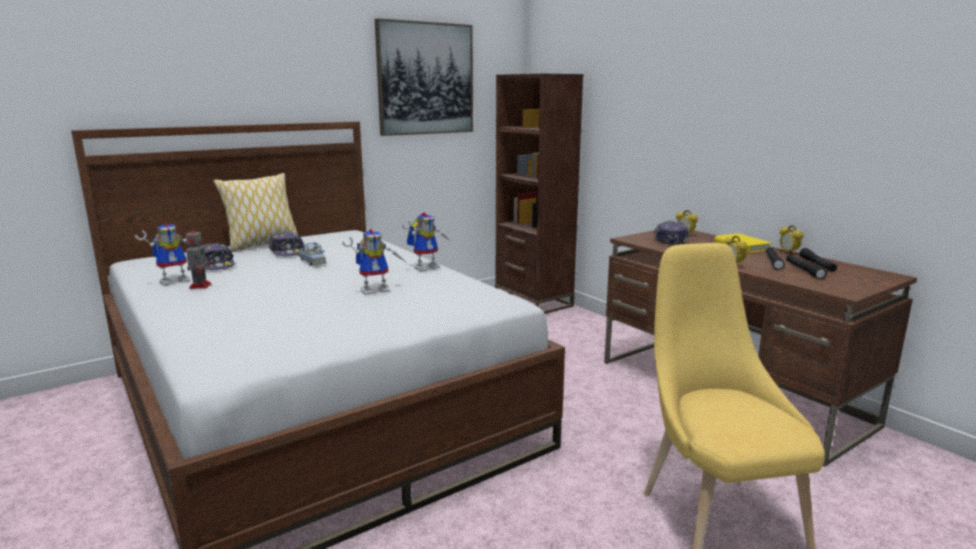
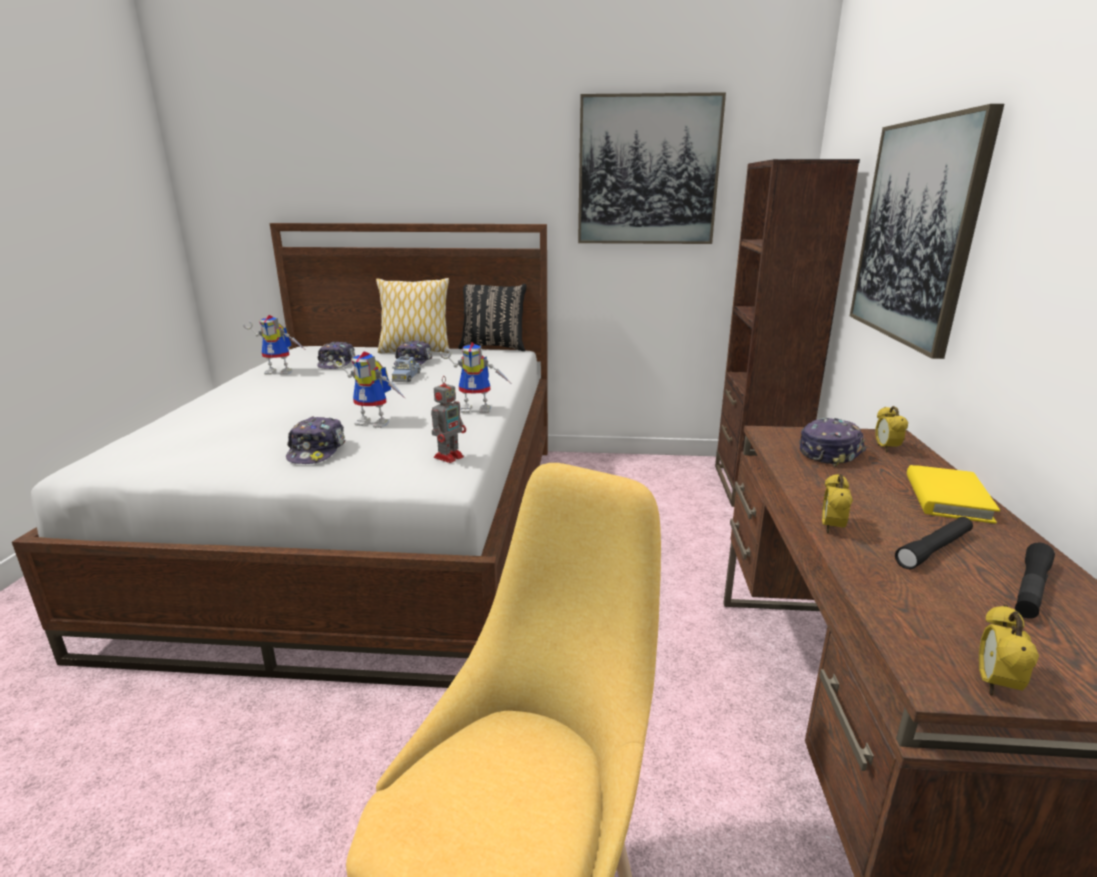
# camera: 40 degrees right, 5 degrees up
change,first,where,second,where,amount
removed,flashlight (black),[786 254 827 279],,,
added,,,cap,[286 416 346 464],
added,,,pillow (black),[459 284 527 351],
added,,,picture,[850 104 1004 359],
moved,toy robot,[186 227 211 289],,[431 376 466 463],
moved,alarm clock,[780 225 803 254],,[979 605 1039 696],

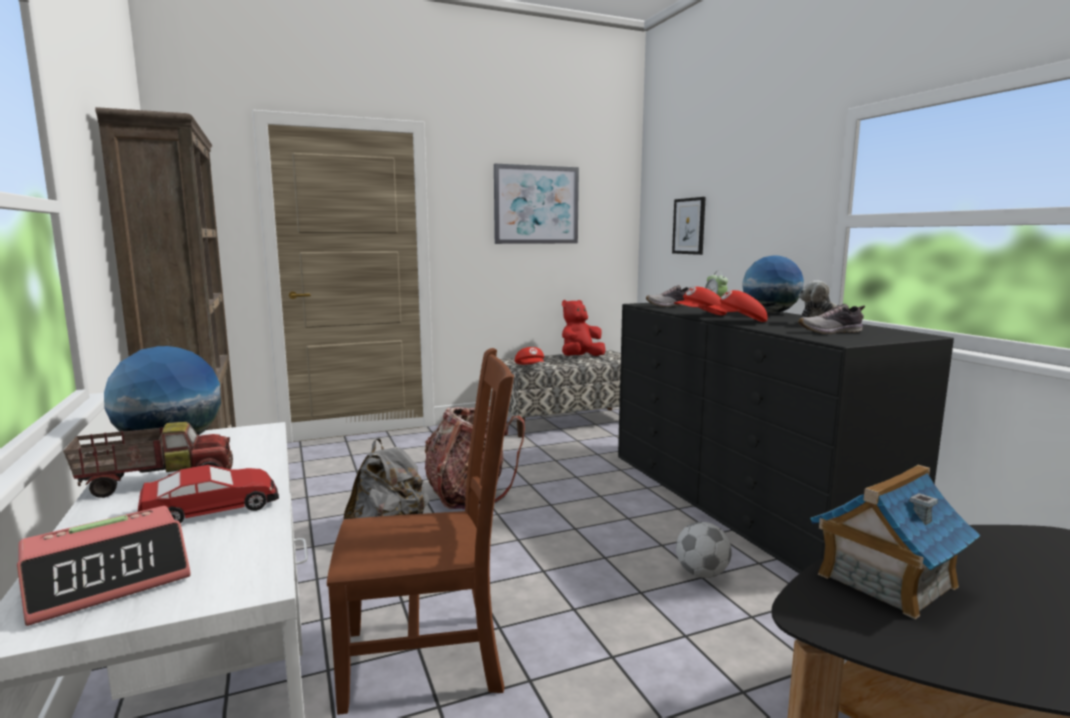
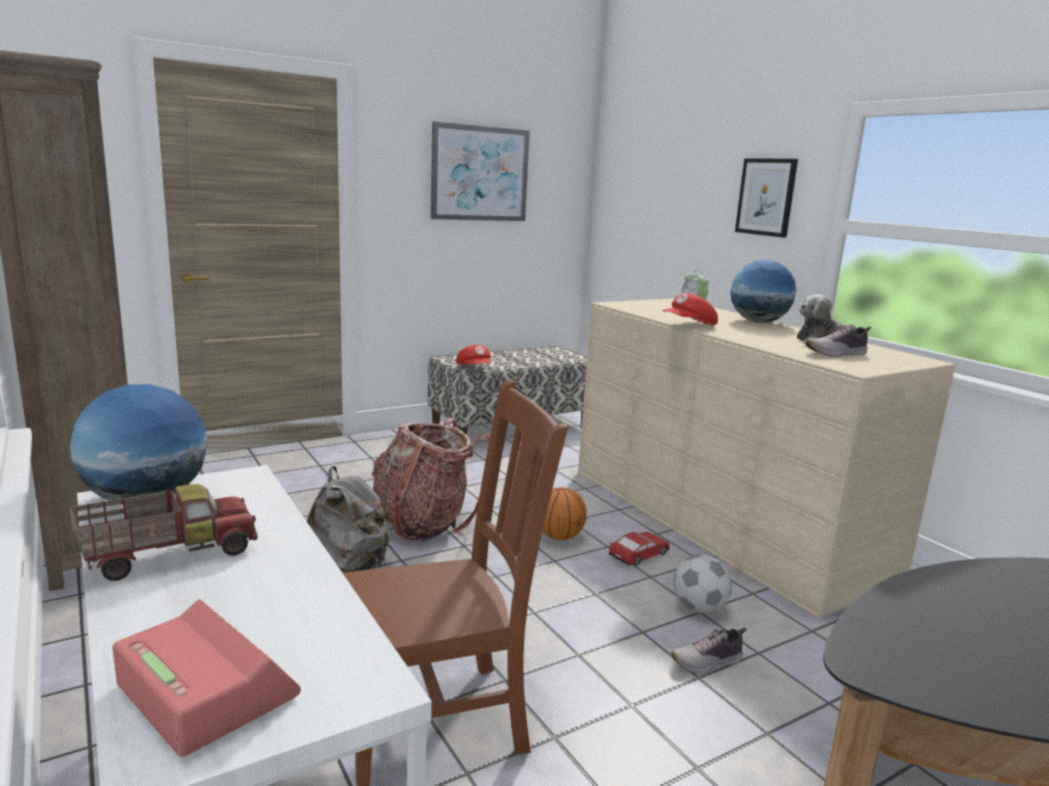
# camera: 10 degrees left, 5 degrees up
change,first,where,second,where,amount
removed,plush toy (red),[562 300 606 356],,,
removed,cap (red),[708 290 767 322],,,
removed,toy house,[810 465 981 619],,,
added,,,basketball,[542 487 587 540],
moved,toy car,[138 465 279 524],,[609 532 670 566],
moved,shoe,[646 285 691 307],,[671 627 746 674],
moved,picture,[672 197 706 255],,[735 158 798 238],
recoloured,dresser (black),[618 303 954 574],dresser (beige),[578 298 956 618],
turned,alarm clock,[17 506 191 626],,[112 599 301 757],90 degrees counterclockwise

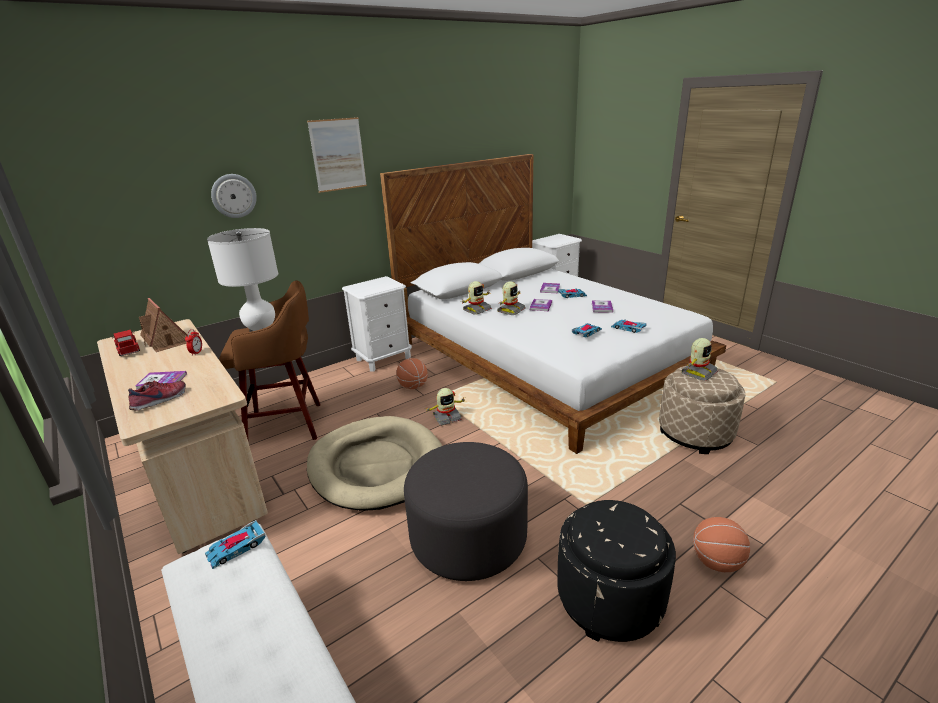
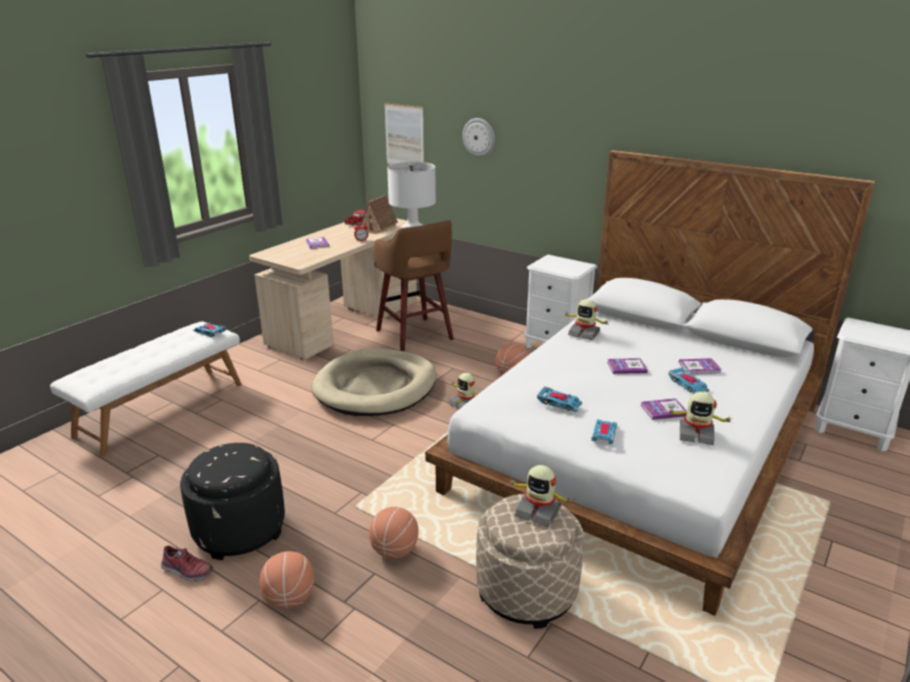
# camera: 70 degrees right, 0 degrees up
change,first,where,second,where,amount
removed,ottoman (grey),[404 442 528 581],,,
added,,,basketball,[369 507 418 559],
moved,shoe,[128 380 186 410],,[161 545 213 582],
moved,picture,[307 117 367 193],,[384 103 424 164],
moved,toy robot,[497 281 526 315],,[666 392 734 446],

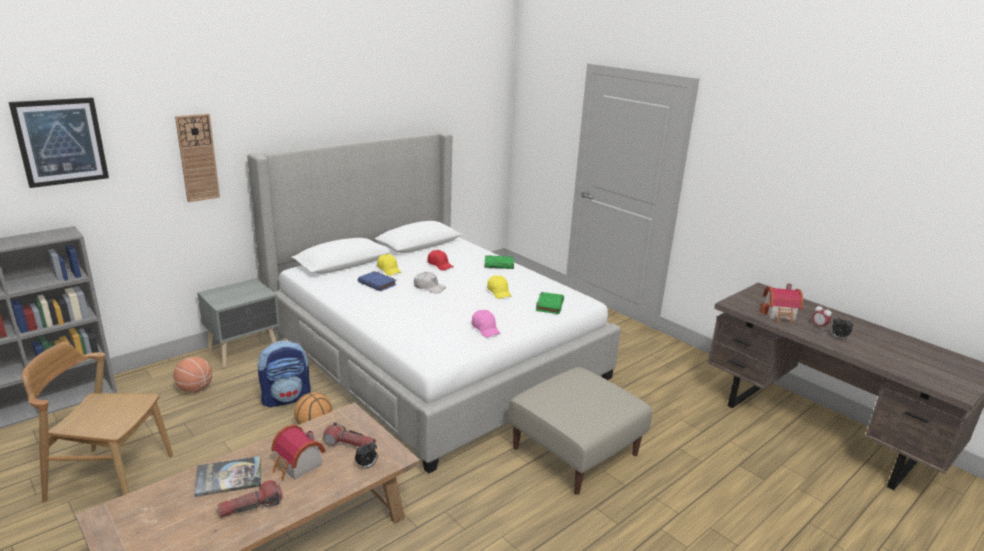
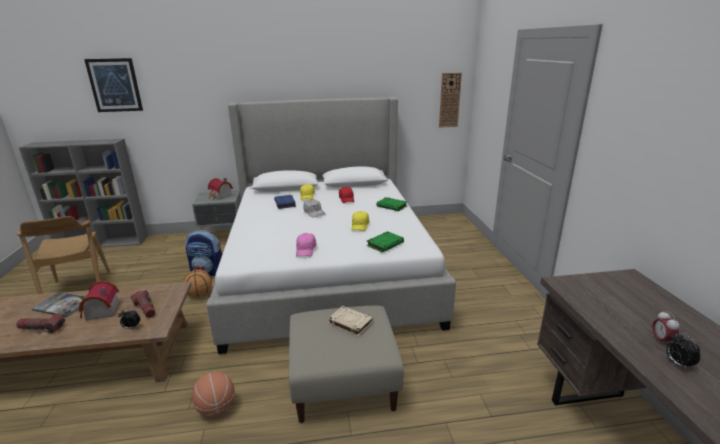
# camera: 35 degrees right, 0 degrees up
change,first,where,second,where,amount
added,,,book (beige),[328 306 373 337],
moved,basketball,[173 357 212 393],,[192 372 235 417],
moved,wall clock,[175 114 220 202],,[439 73 462 128],
moved,toy house,[760 283 803 323],,[208 178 233 200],
turned,chair (brown),[21 342 173 502],,[16 216 110 295],150 degrees counterclockwise

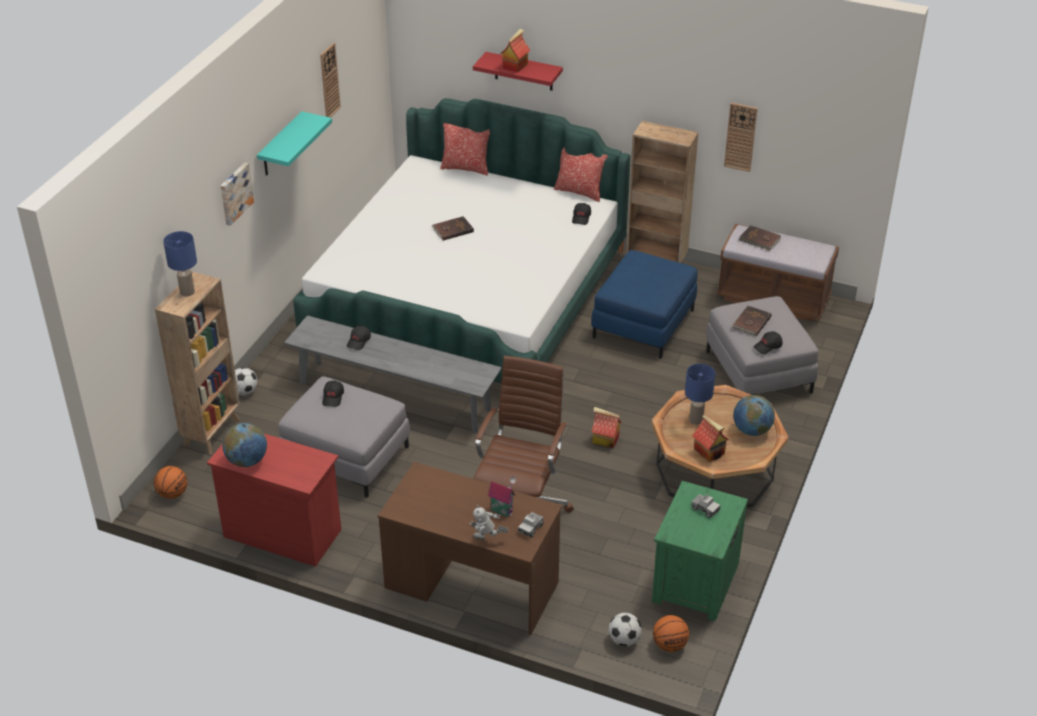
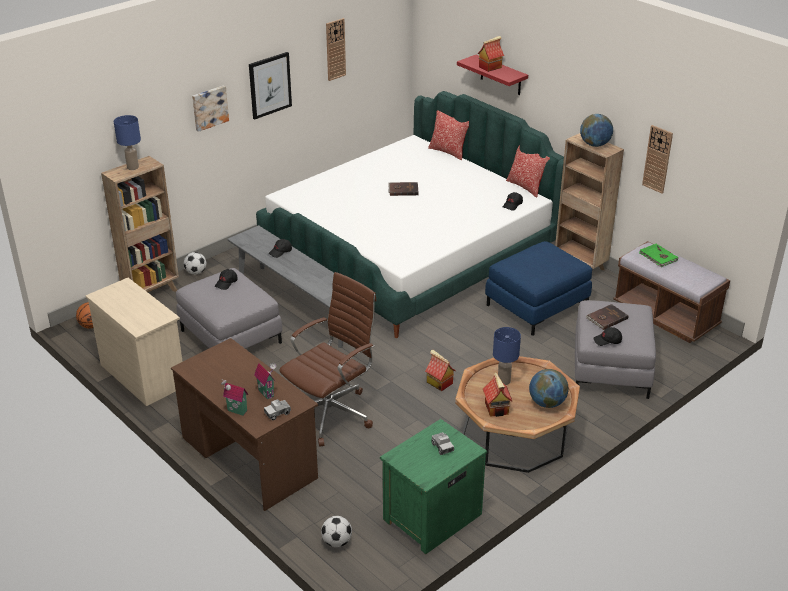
# camera: 25 degrees right, 5 degrees down
change,first,where,second,where,amount
removed,basketball,[653 615 689 652],,,
moved,globe,[222 423 267 467],,[580 114 613 147],
replaced,shelf (turquoise),[257 111 332 176],picture,[249 52 292 119],
replaced,toy robot,[469 505 508 540],toy house,[221 379 248 416],
recoloured,dresser (red),[207 434 341 567],dresser (beige),[86 278 183 406],
recoloured,book (brown),[739 225 781 251],book (green),[639 244 678 267],

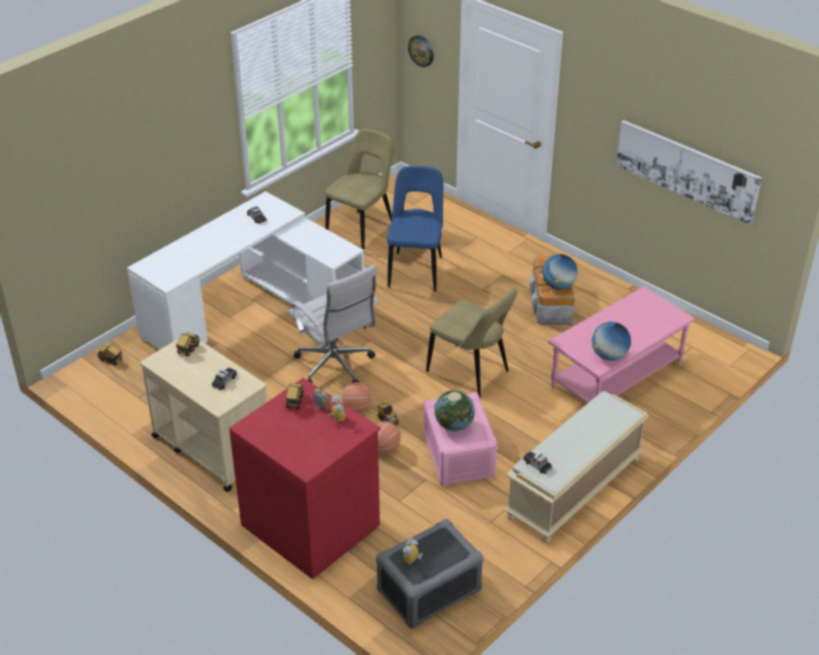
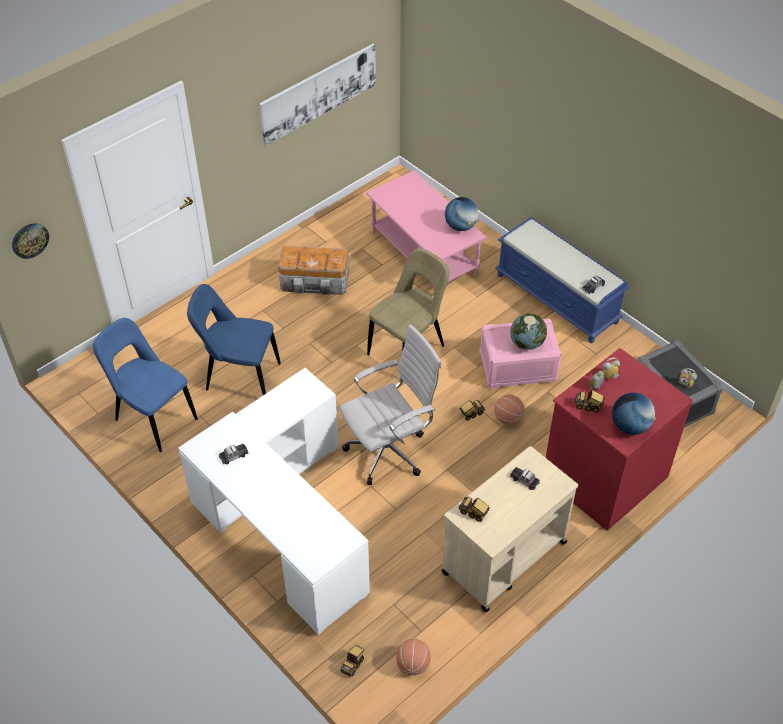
# camera: 85 degrees left, 10 degrees up
change,first,where,second,where,amount
moved,basketball,[341 382 372 413],,[396 639 431 675],
moved,globe,[542 254 578 290],,[612 393 656 435],
recoloured,chair (beige),[325 129 394 250],chair (blue),[93 318 198 452],
recoloured,bench (beige),[504 391 649 543],bench (blue),[495 217 630 343],

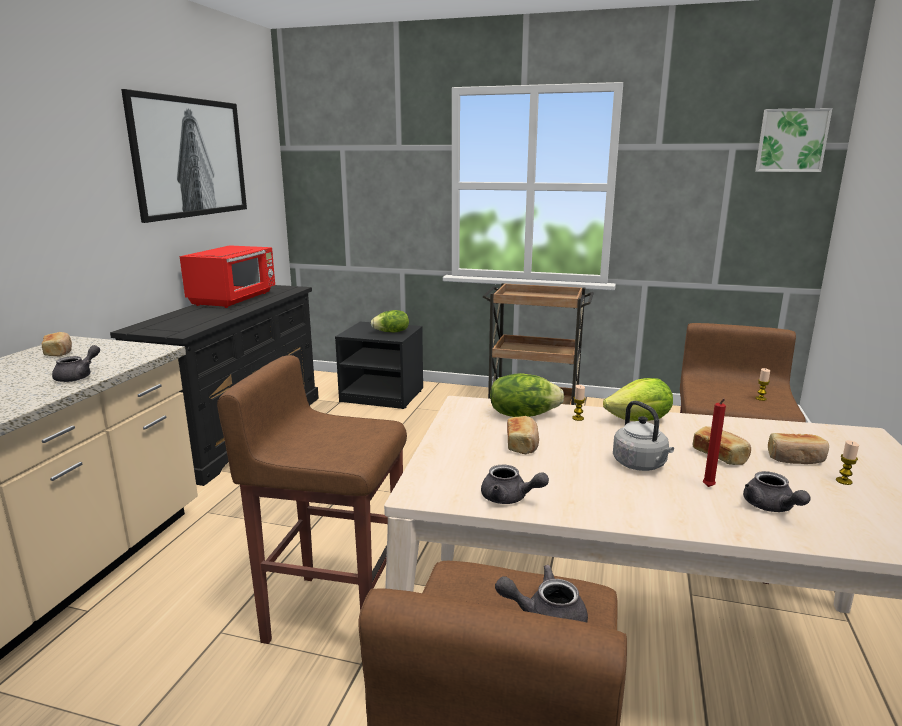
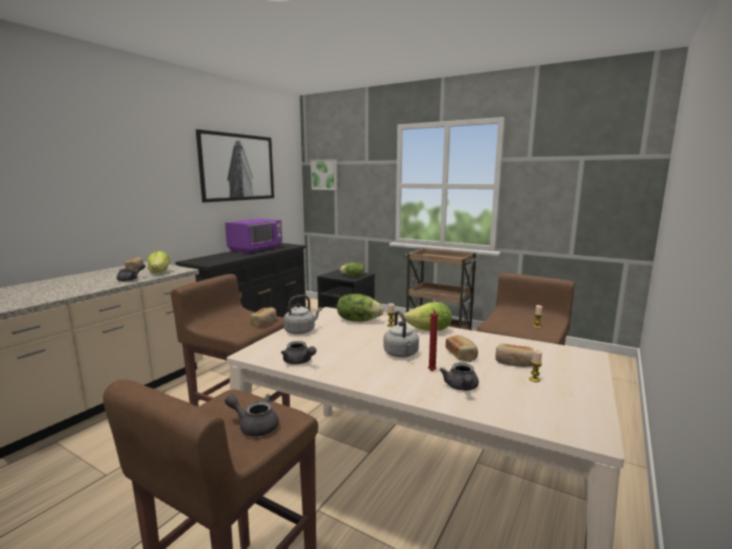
# camera: 15 degrees right, 5 degrees down
change,first,where,second,where,amount
added,,,lettuce,[148 251 170 274],
added,,,kettle (grey),[284 295 322 334],
moved,bread,[507 416 539 455],,[250 307 277 327],
moved,picture,[755 108 832 172],,[311 159 337 190],
recoloured,microwave (red),[180 245 275 308],microwave (purple),[225 219 282 253],

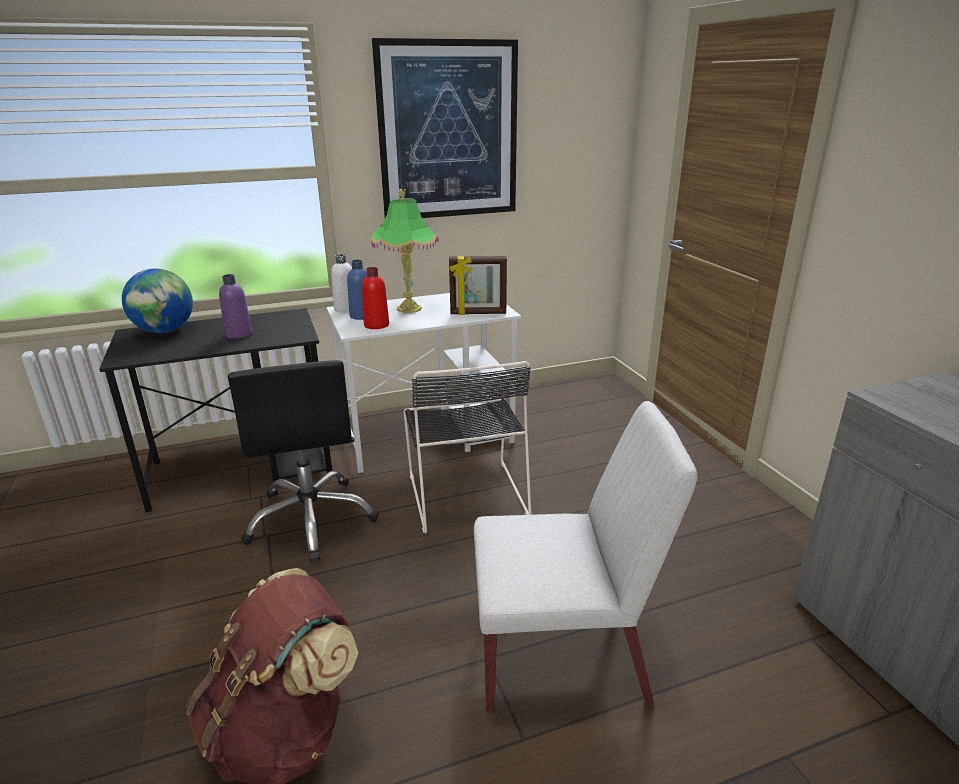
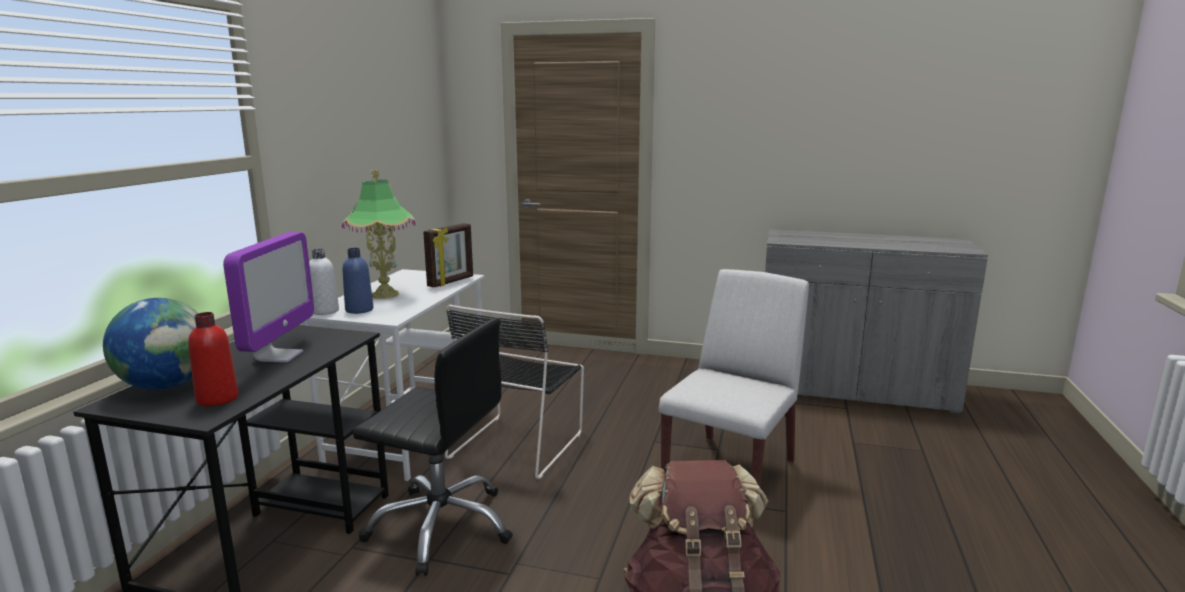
# camera: 55 degrees left, 10 degrees down
change,first,where,second,where,amount
removed,picture,[372 38 518 218],,,
moved,bottle (red),[362 267 389 329],,[188 312 239 406],
replaced,bottle (purple),[219 274 252 339],monitor,[223 232 314 363],
turned,chair (black),[403 361 531 534],,[445 304 584 479],90 degrees clockwise

